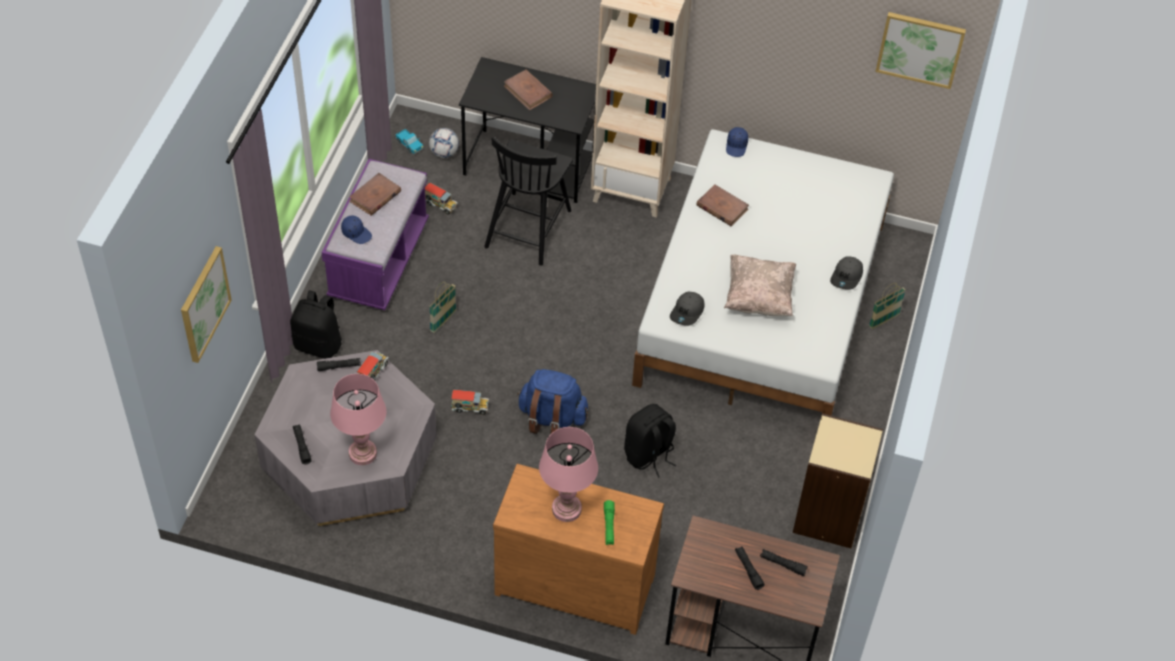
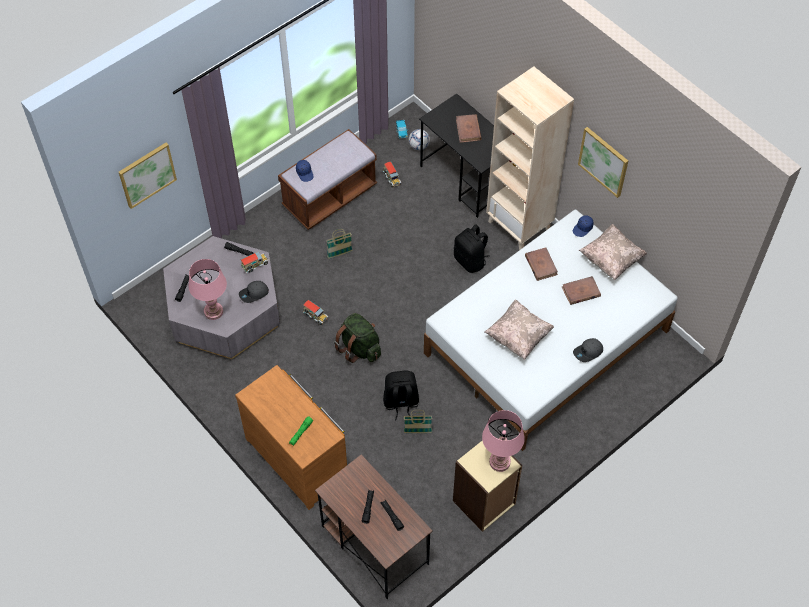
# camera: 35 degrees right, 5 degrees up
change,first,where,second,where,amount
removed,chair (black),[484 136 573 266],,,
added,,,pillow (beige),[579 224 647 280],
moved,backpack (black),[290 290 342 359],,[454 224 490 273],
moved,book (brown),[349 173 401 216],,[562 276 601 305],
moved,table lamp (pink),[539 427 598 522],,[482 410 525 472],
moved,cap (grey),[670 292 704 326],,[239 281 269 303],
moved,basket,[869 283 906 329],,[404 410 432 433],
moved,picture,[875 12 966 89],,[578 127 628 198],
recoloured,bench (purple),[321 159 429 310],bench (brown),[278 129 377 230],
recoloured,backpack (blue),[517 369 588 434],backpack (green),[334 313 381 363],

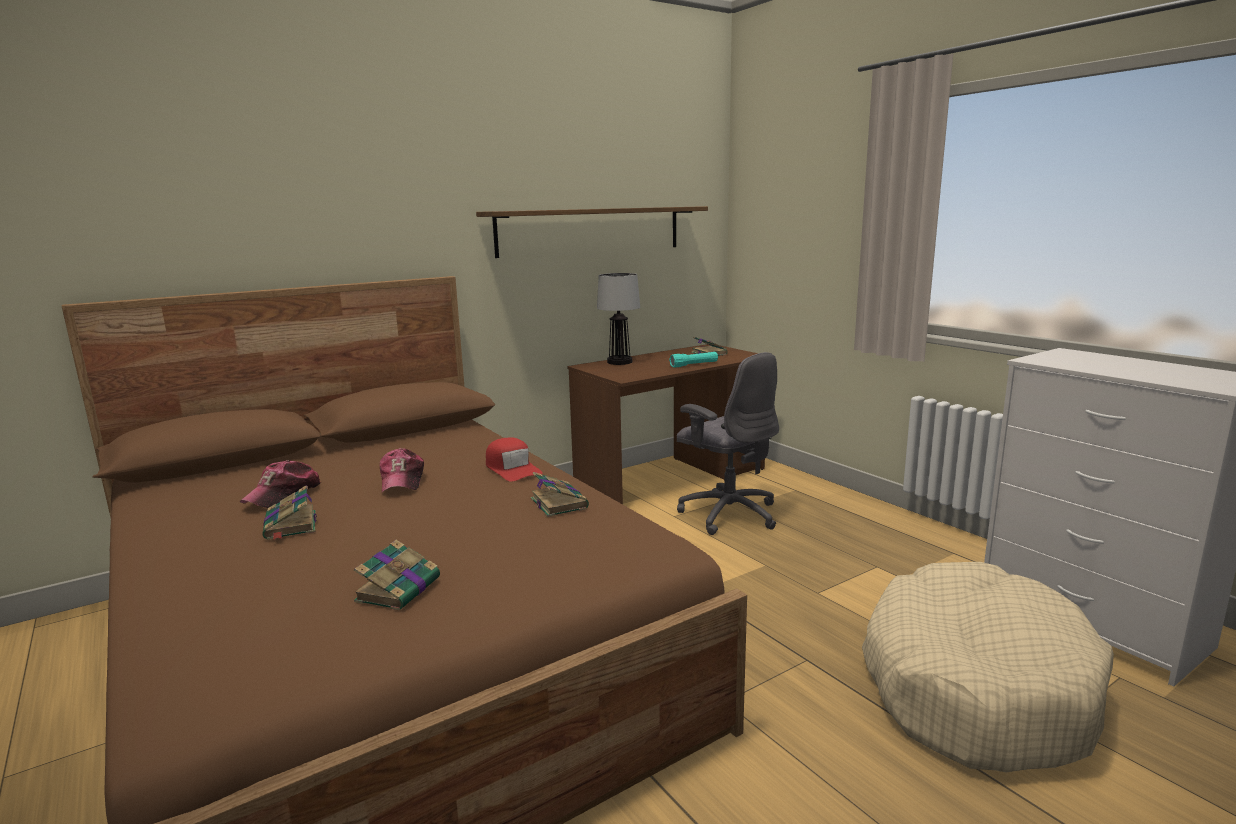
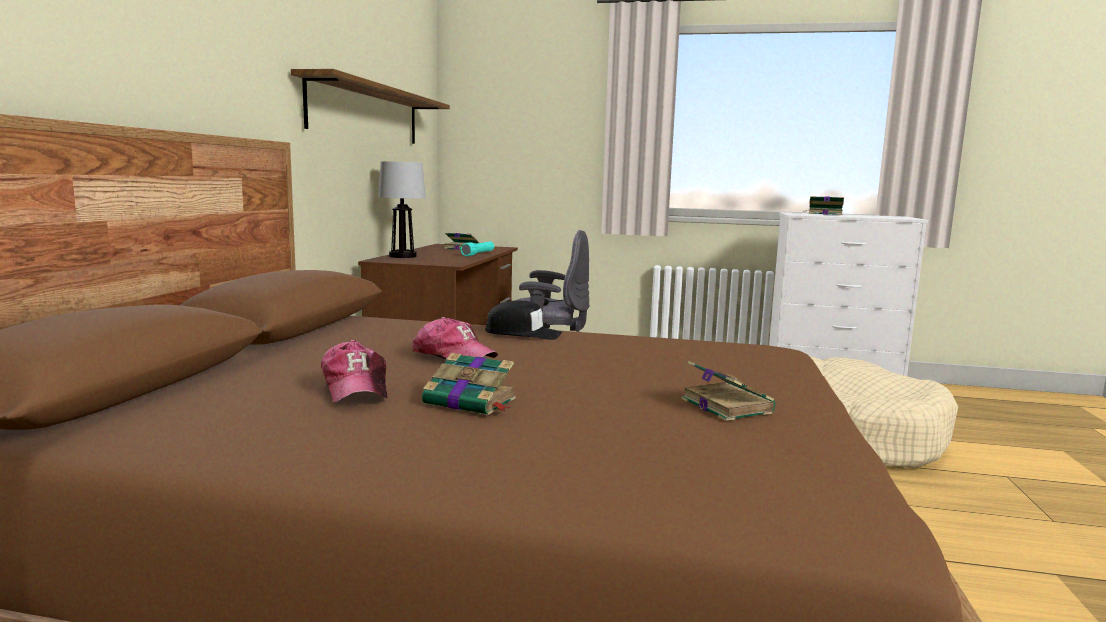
# camera: 45 degrees left, 5 degrees down
change,first,where,second,where,amount
moved,book,[531 472 589 517],,[806 196 844 215],
recoloured,cap (red),[486 437 543 482],cap (black),[485 300 562 340],

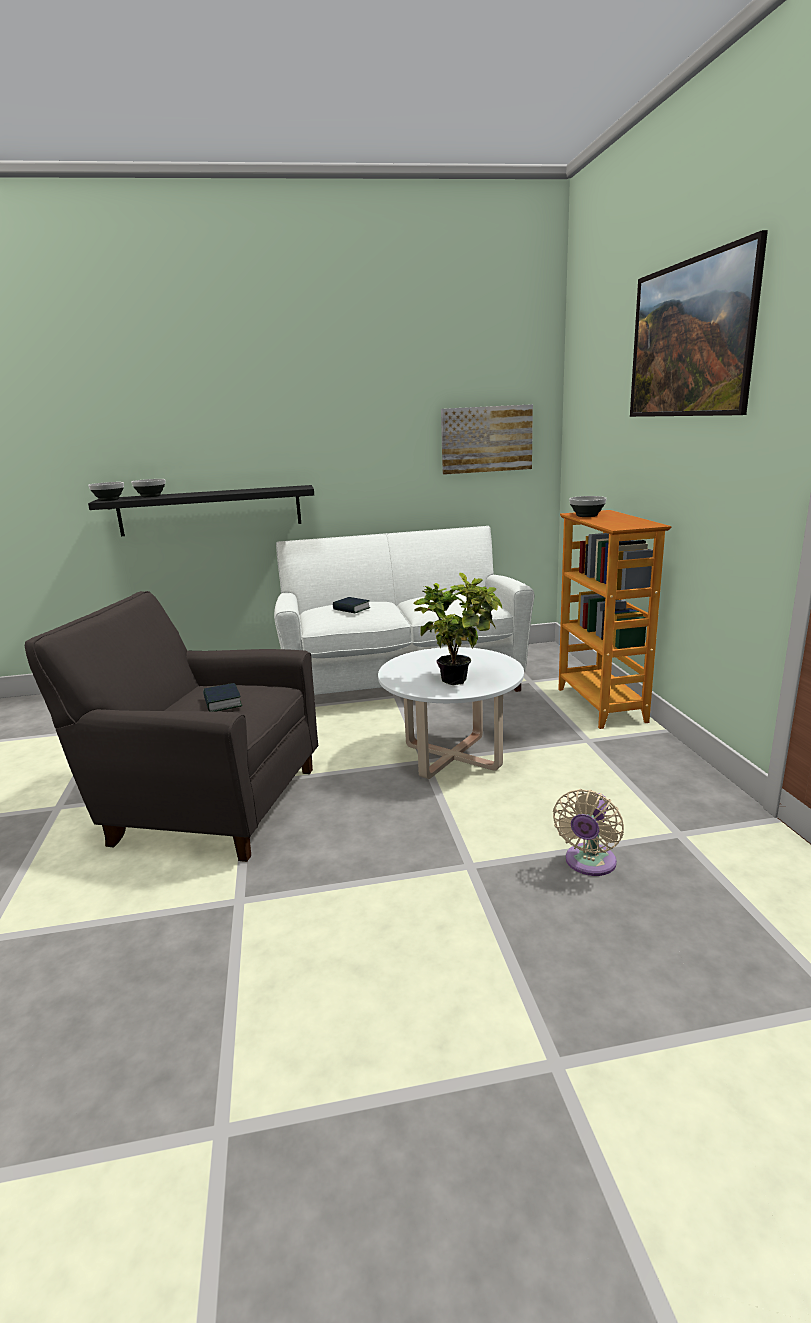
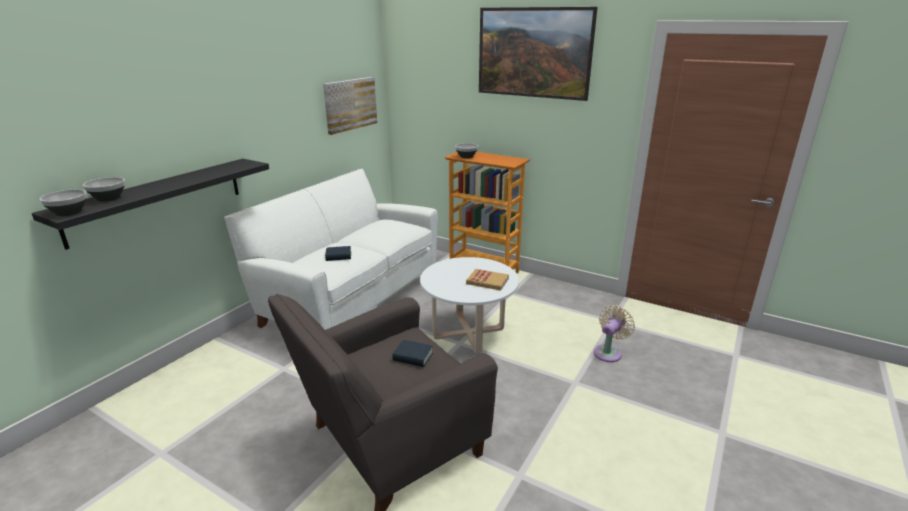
# camera: 50 degrees left, 5 degrees up
change,first,where,second,where,amount
replaced,potted plant,[414 572 502 685],book,[466 269 509 291],
turned,fan (beige),[553 789 624 876],,[594 305 635 362],120 degrees counterclockwise

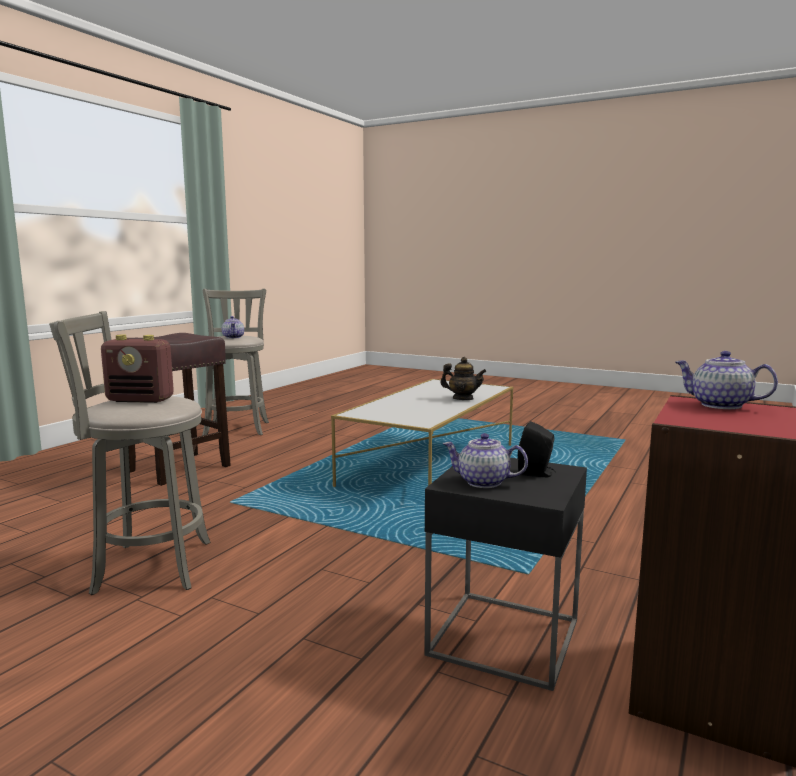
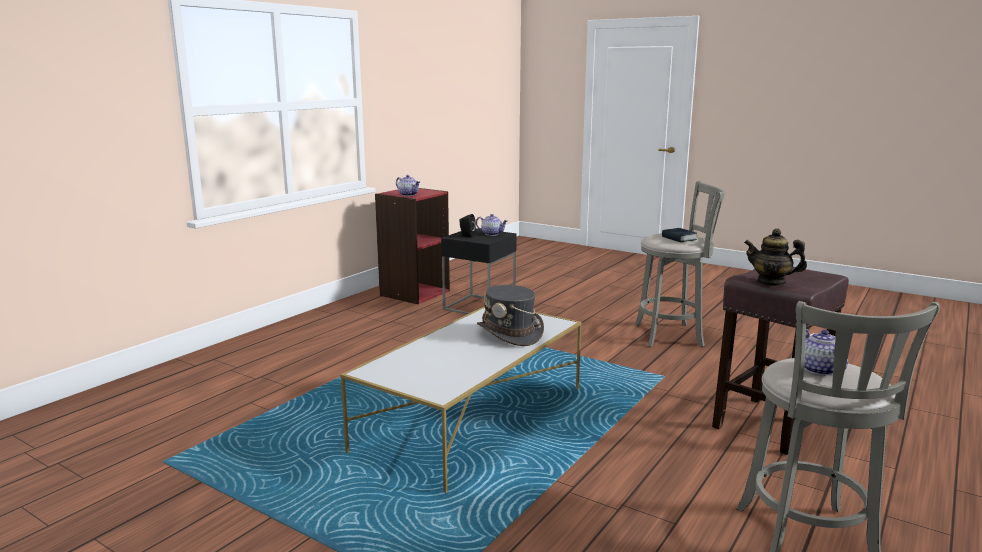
# camera: 175 degrees left, 5 degrees up
change,first,where,second,where,amount
added,,,hat (grey),[477 285 544 346],
moved,teapot,[440 357 487 400],,[744 228 807 286],
replaced,radio,[101 335 174 403],book,[662 228 697 242],

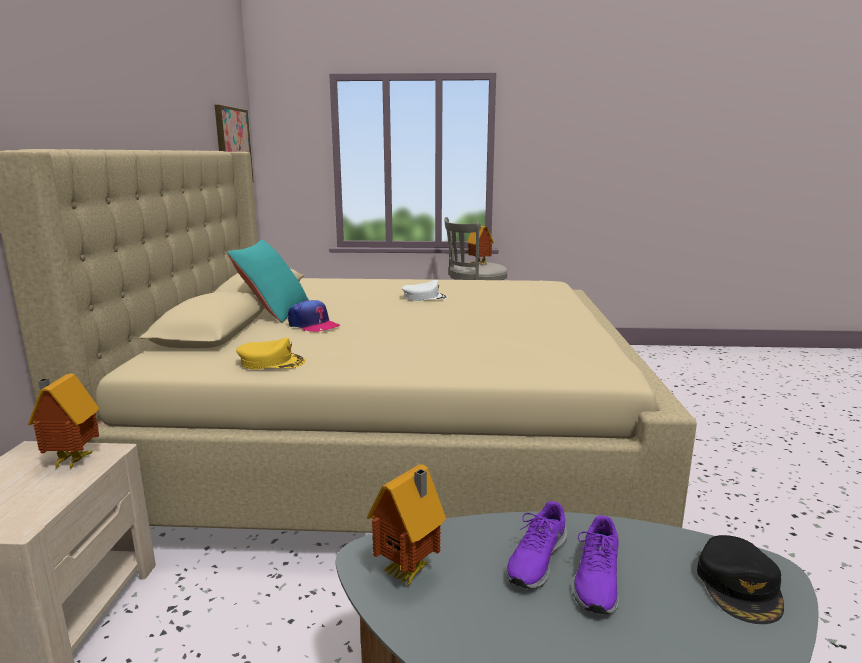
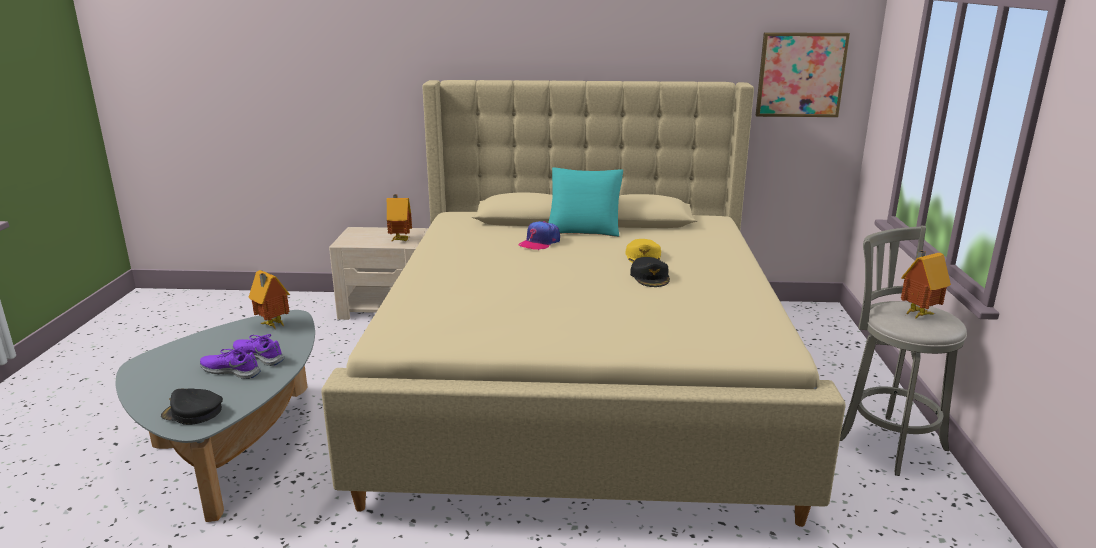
# camera: 90 degrees right, 5 degrees up
change,first,where,second,where,amount
moved,cap (yellow),[236 338 305 370],,[625 239 661 263],
recoloured,cap (white),[402 280 448 301],cap (black),[630 257 670 287],

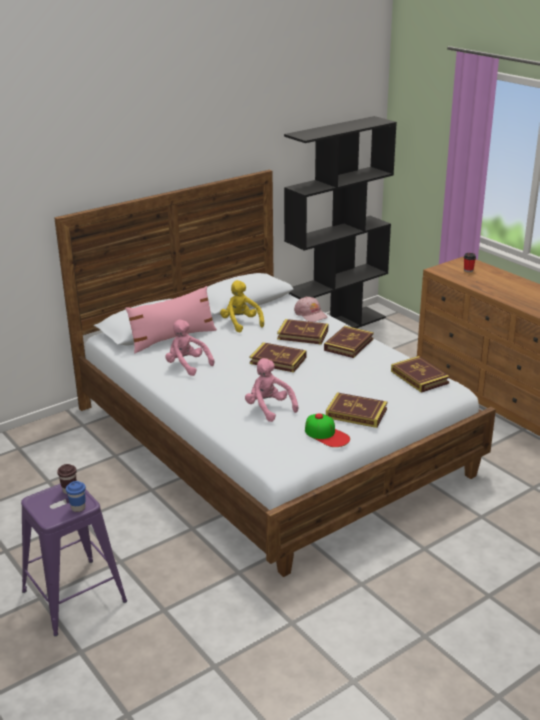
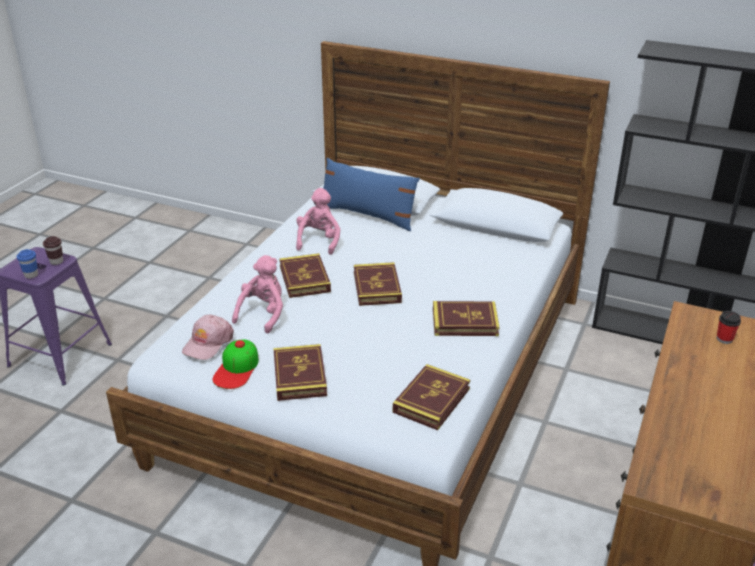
# camera: 60 degrees right, 5 degrees up
change,first,where,second,where,amount
removed,plush toy (yellow),[220 280 264 333],,,
moved,book,[277 319 328 345],,[279 253 331 298],
moved,cap (pink),[294 297 328 322],,[182 315 234 360],
recoloured,pillow (pink),[125 286 217 353],pillow (blue),[323 158 420 231],

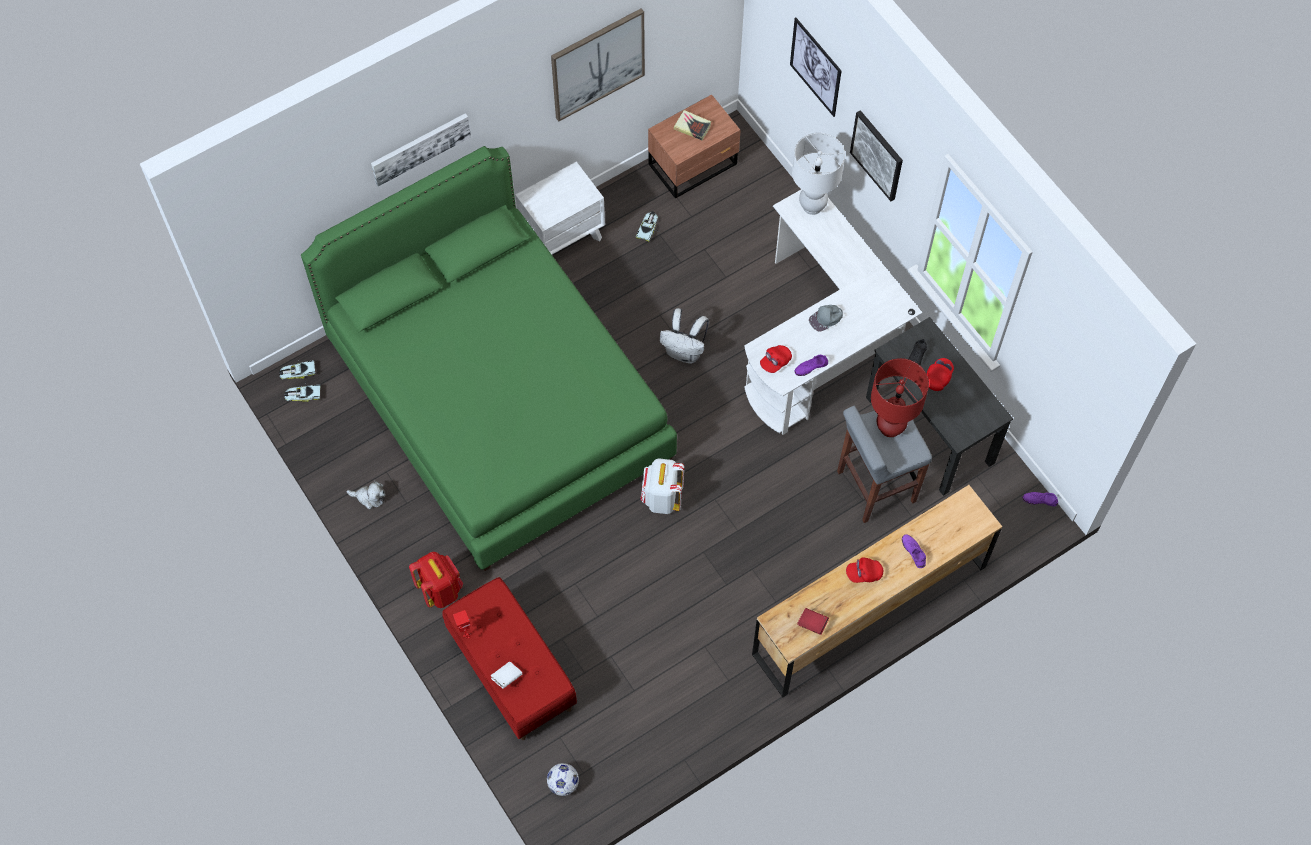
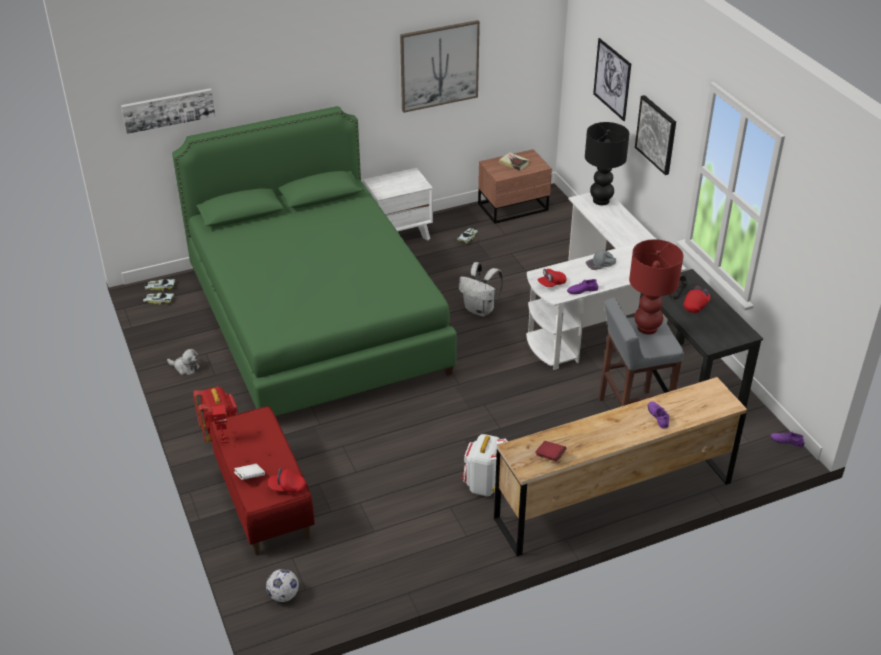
# camera: 10 degrees right, 25 degrees down
change,first,where,second,where,amount
moved,picture,[371 113 471 187],,[121 88 215 134],
moved,backpack (white),[640 458 684 514],,[462 434 508 496],
moved,cap (red),[846 557 883 583],,[268 468 306 493],
recoloured,table lamp (white),[792 133 845 215],table lamp (black),[585 122 630 205],

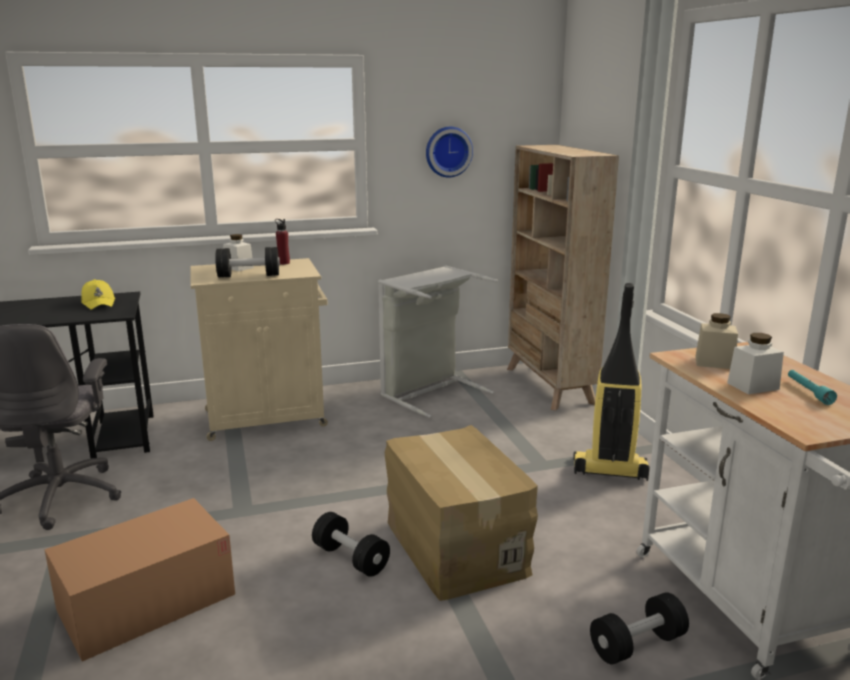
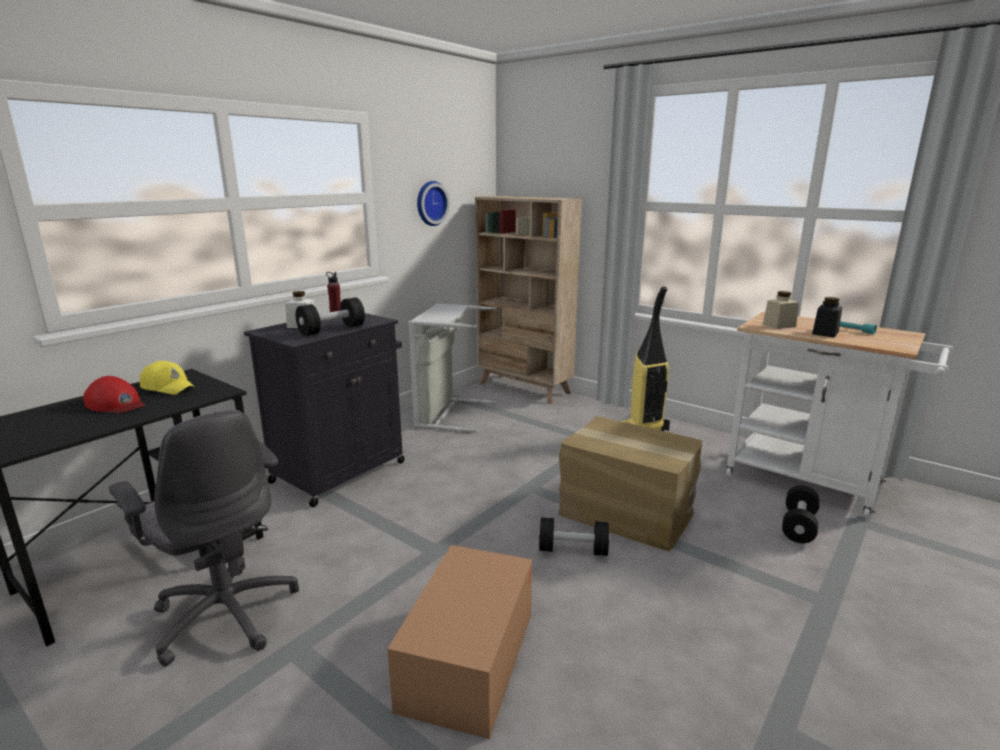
# camera: 35 degrees left, 0 degrees up
change,first,where,second,where,amount
added,,,cap (red),[83 376 145 413],
recoloured,cabinet (beige),[190 258 328 441],cabinet (black),[244 313 405 507],
recoloured,jar (white),[727 333 784 394],jar (black),[812 297 842 338],

